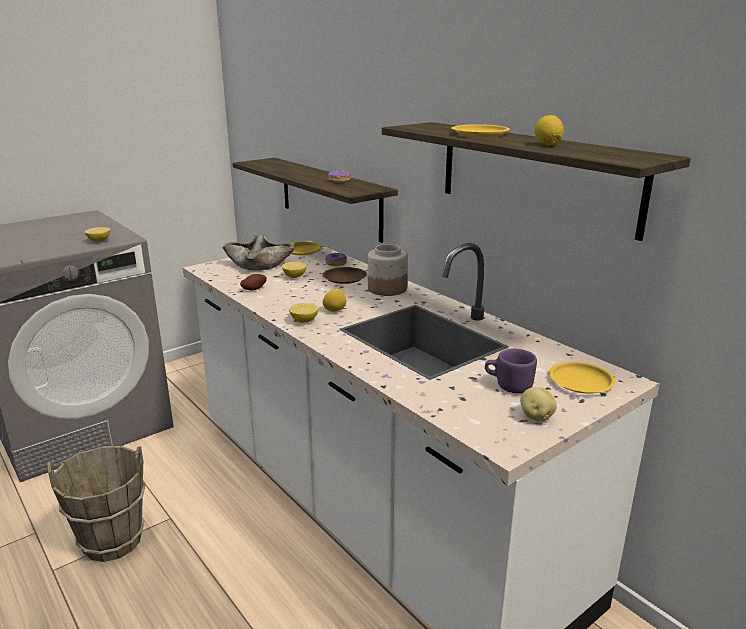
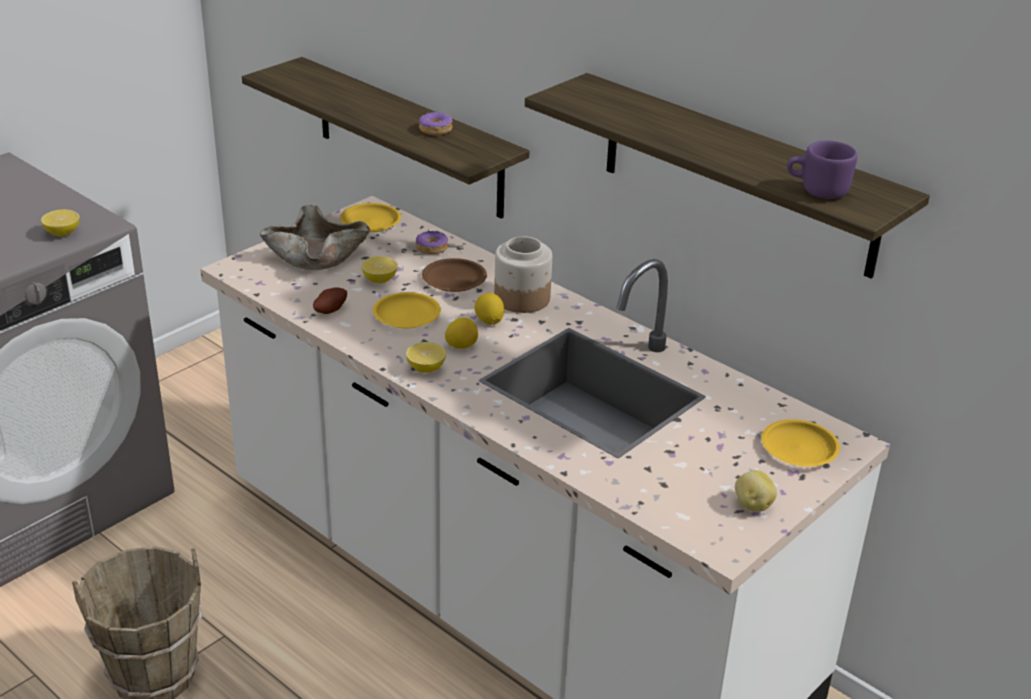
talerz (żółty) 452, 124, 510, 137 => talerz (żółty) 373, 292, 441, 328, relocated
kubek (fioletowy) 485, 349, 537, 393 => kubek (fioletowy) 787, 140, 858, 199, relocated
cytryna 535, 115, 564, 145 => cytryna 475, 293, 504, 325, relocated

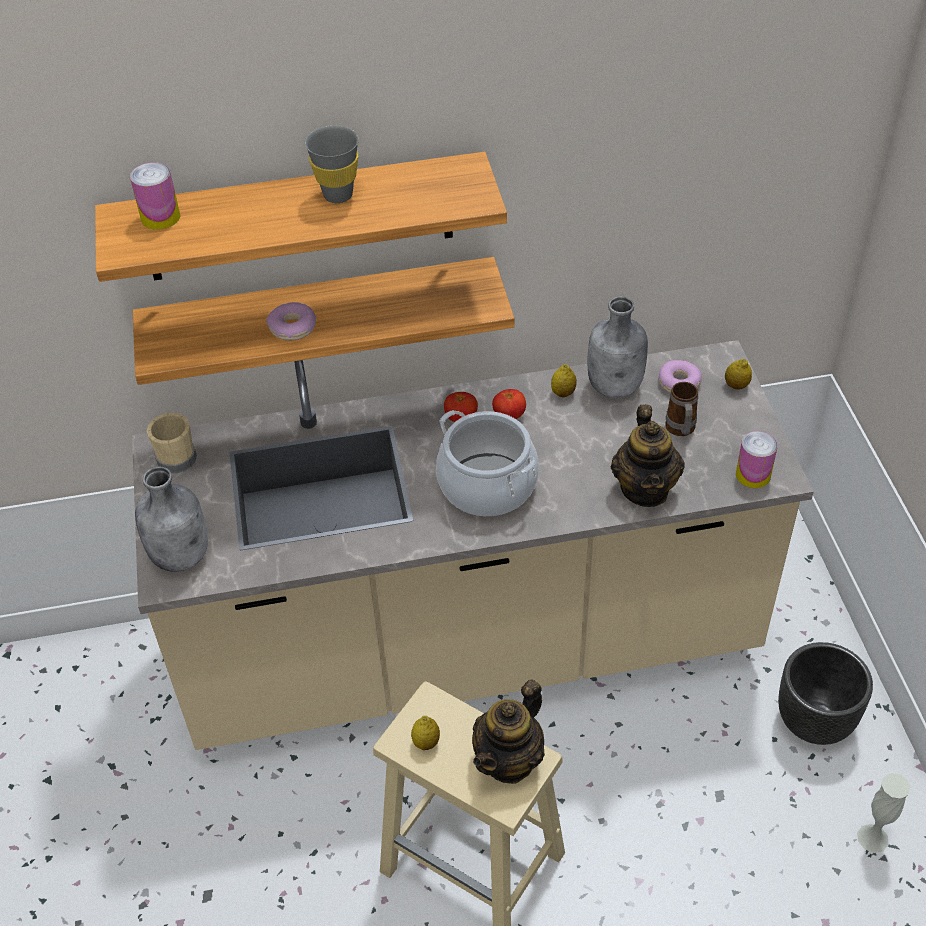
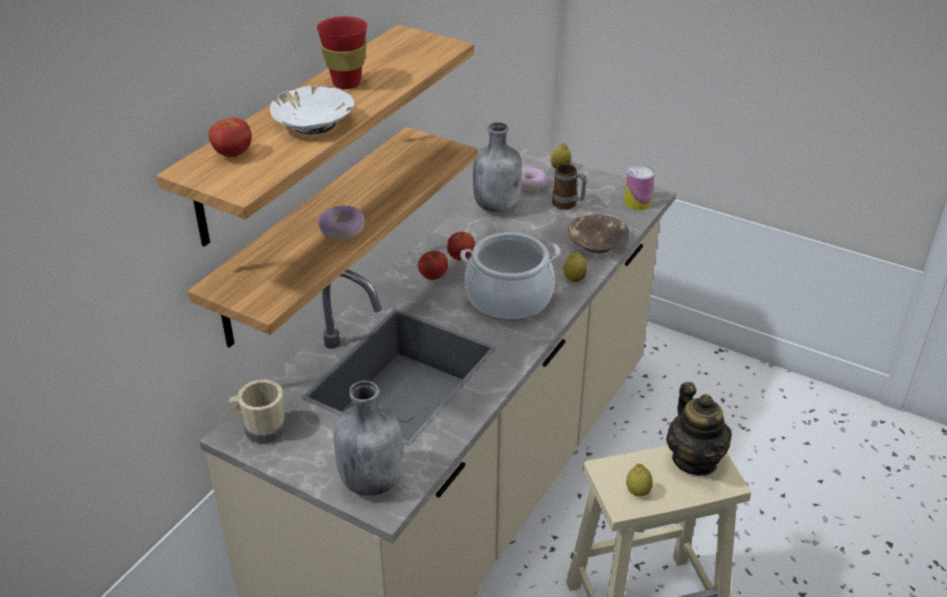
puszka 130, 162, 180, 230 => pomidor 209, 117, 252, 157
filiżanka (szary) 305, 125, 359, 203 => filiżanka (czerwony) 317, 16, 368, 89
cytryna 551, 364, 577, 398 => cytryna 563, 251, 587, 282, relocated
imbryk 611, 405, 685, 507 => miska (brązowy) 568, 214, 629, 253
donica (czarny) 778, 642, 873, 745 => nothing
wazon (biały) 857, 773, 911, 853 => nothing
nothing => miska (biały) 270, 86, 354, 134

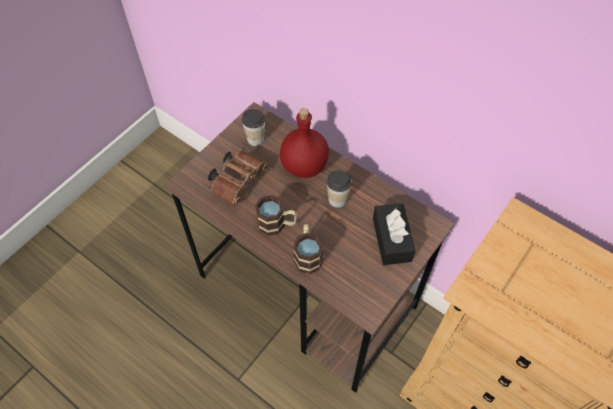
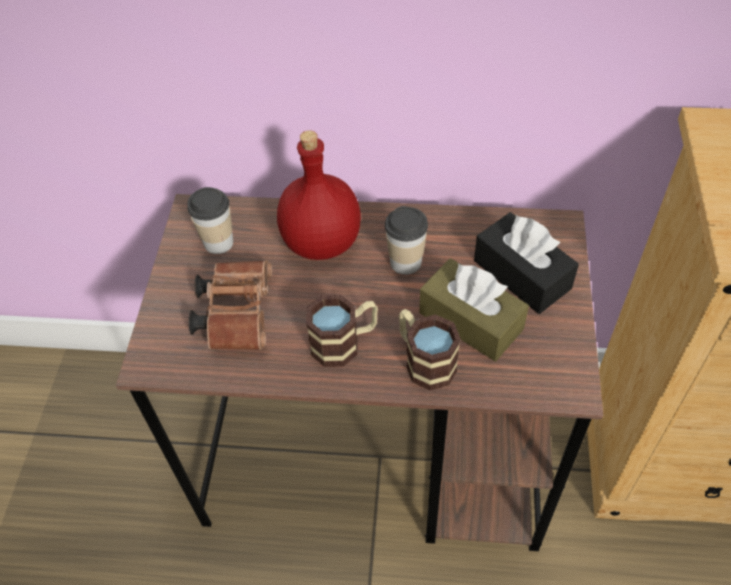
nothing => pudełko chusteczek (brązowy) 419, 258, 529, 361

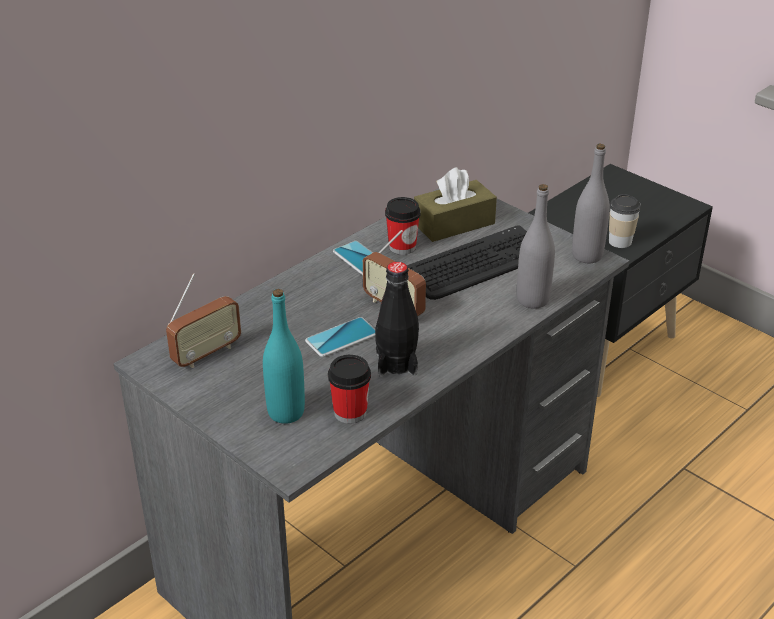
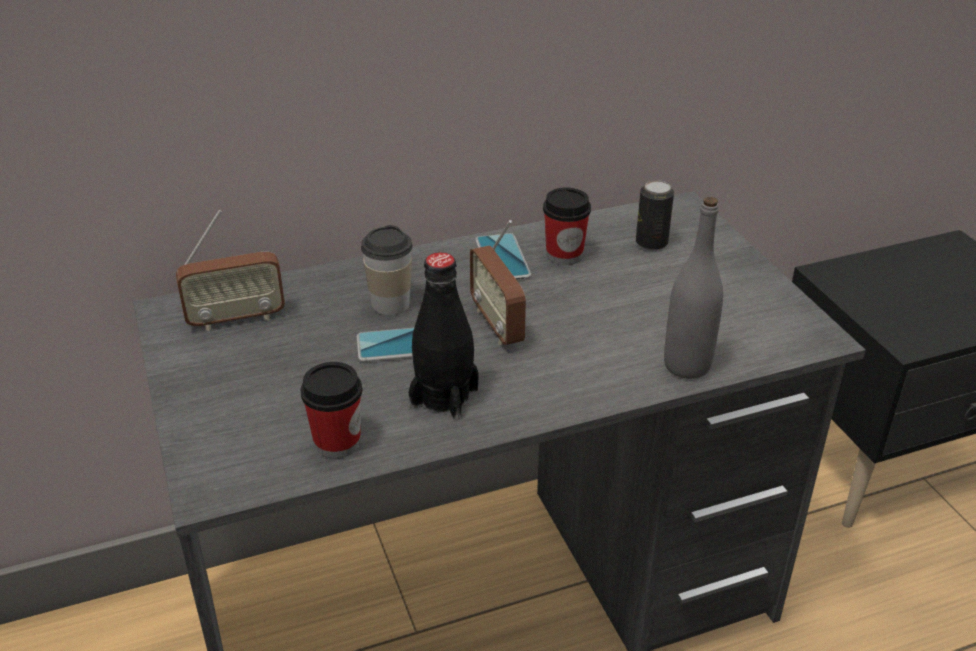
butelka (turkusowy) 263, 289, 305, 424 => nothing
klawiatura 407, 225, 527, 300 => nothing
pudełko chusteczek (brązowy) 414, 167, 497, 242 => puszka 636, 180, 674, 250
butelka (szary) 572, 144, 610, 263 => nothing
filiżanka 609, 194, 641, 248 => filiżanka 361, 225, 412, 315, relocated

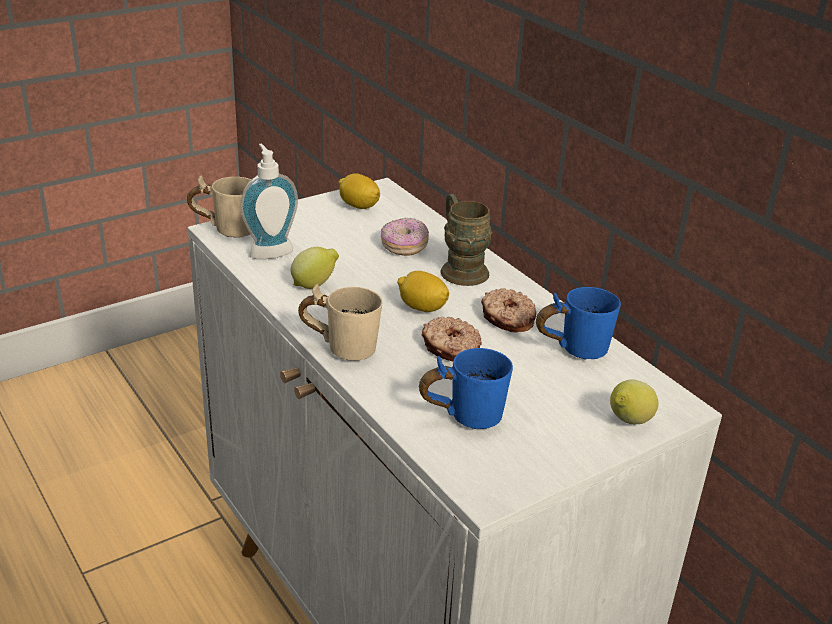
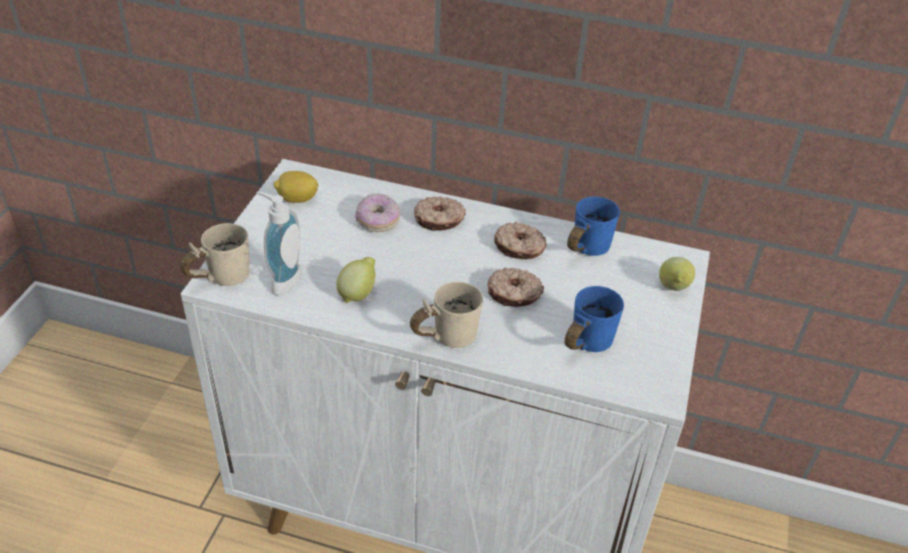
cytryna 397, 271, 449, 312 => nothing
kubek (brązowy) 441, 194, 493, 286 => donut 414, 196, 466, 231

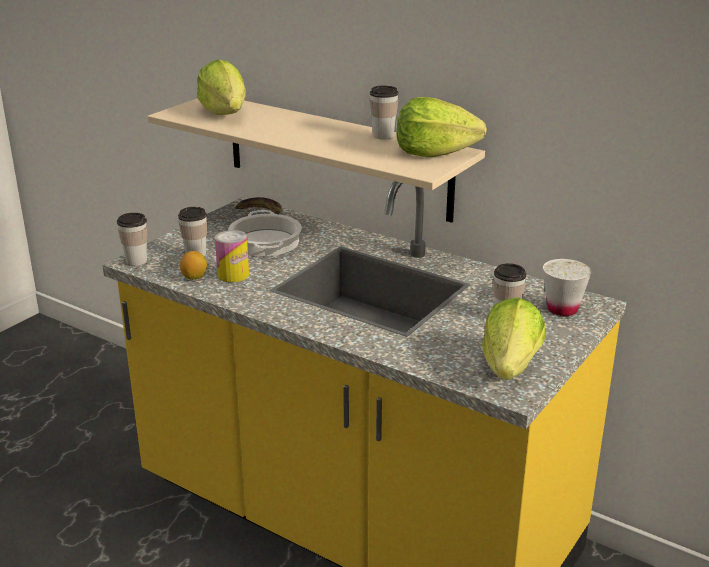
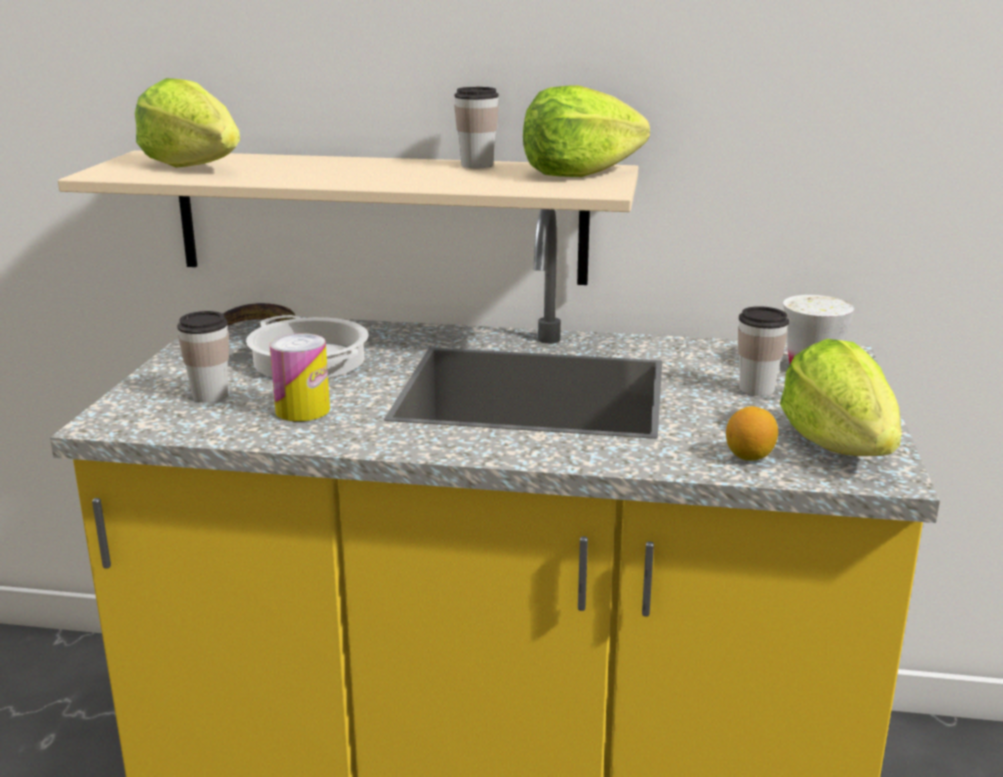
filiżanka 117, 213, 147, 266 => nothing
cytryna 180, 251, 207, 280 => cytryna 726, 406, 778, 461, relocated

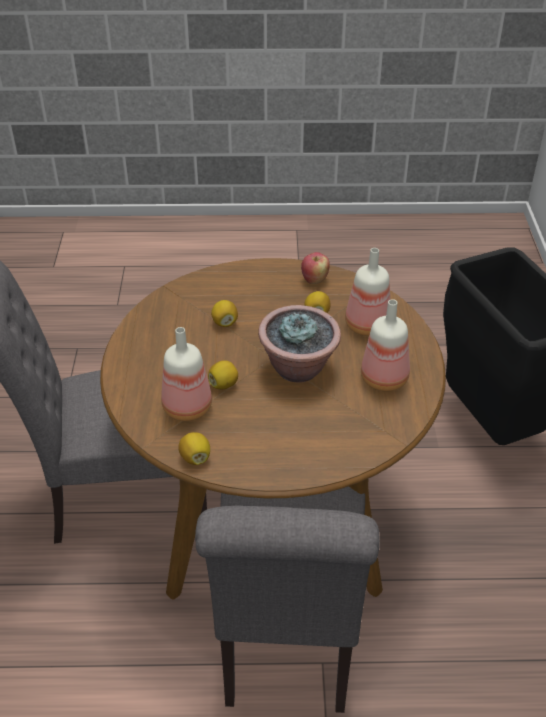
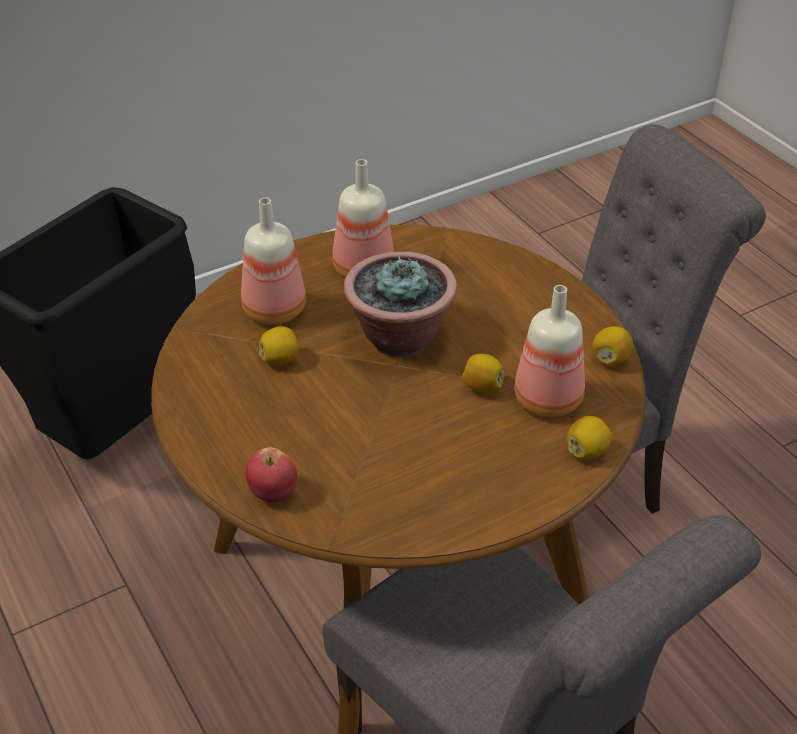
cytryna 211, 300, 238, 327 => cytryna 566, 416, 612, 460, relocated
jabłko 301, 252, 330, 284 => jabłko 246, 447, 297, 503, relocated

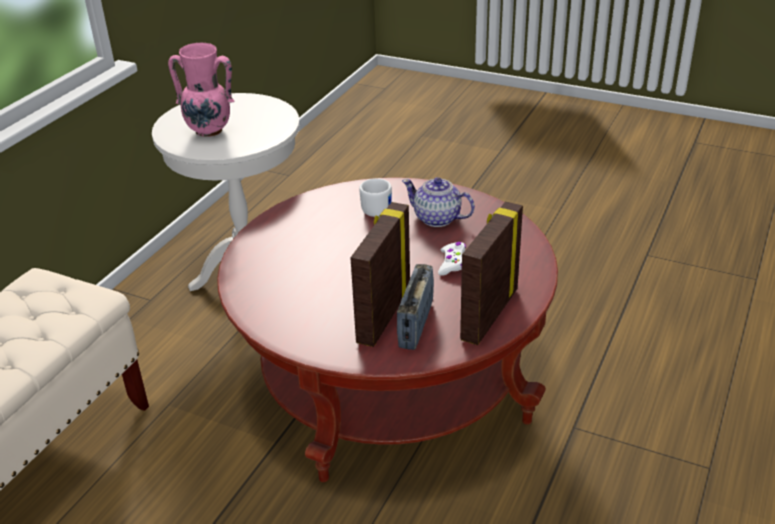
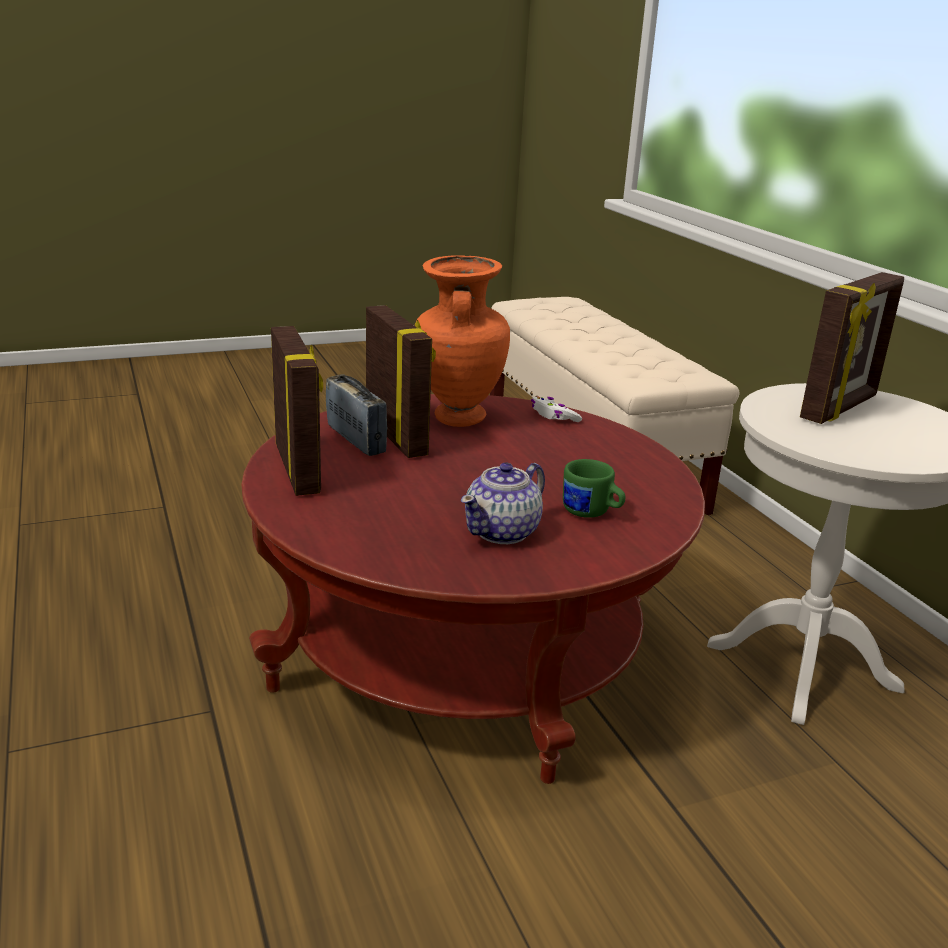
wazon (różowy) 168, 43, 234, 137 => ramka na zdjęcie 800, 272, 904, 424
kubek (biały) 359, 178, 392, 217 => kubek (zielony) 563, 459, 625, 518
imbryk 402, 177, 475, 227 => imbryk 461, 463, 545, 544, 150 degrees clockwise
pad do gier (biały) 438, 242, 466, 276 => pad do gier (biały) 531, 397, 583, 422, relocated
nothing => wazon (pomarańczowy) 417, 255, 510, 427

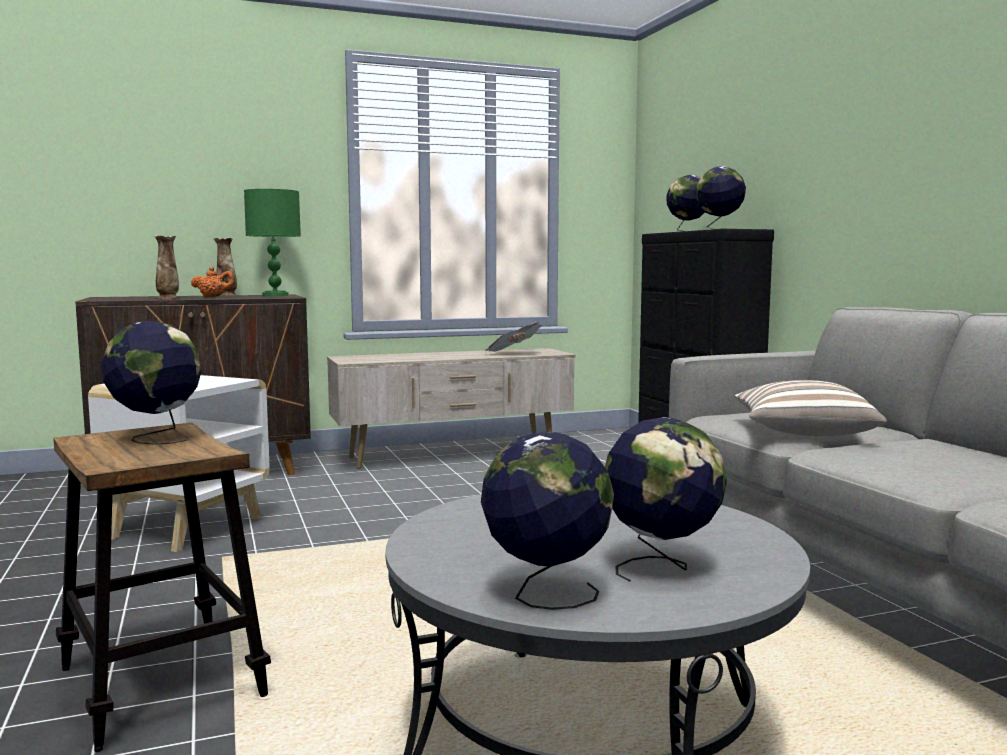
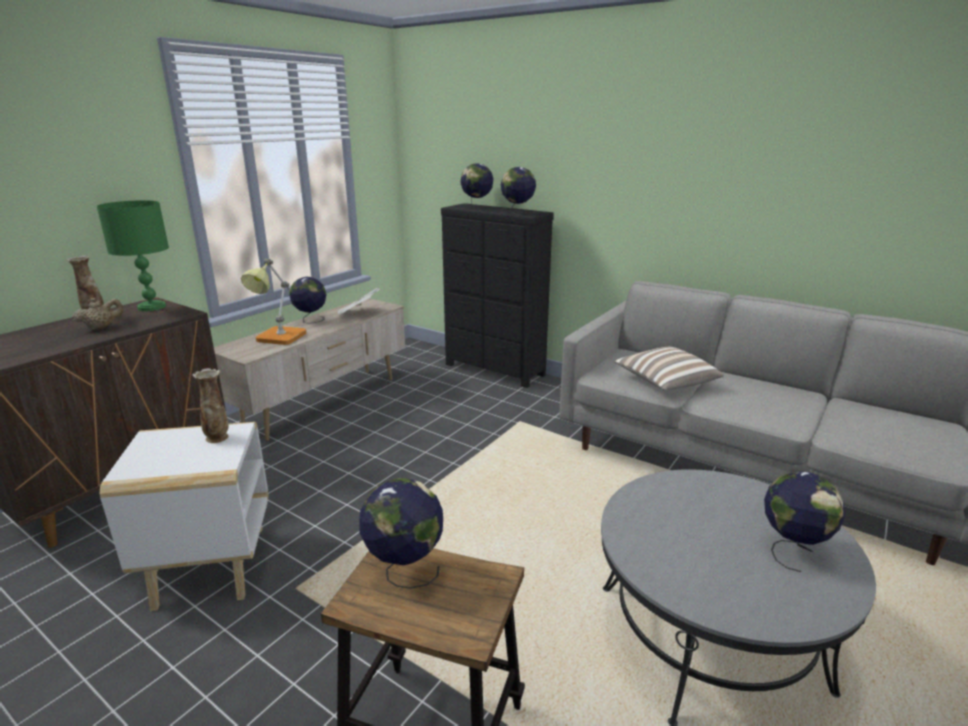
wazon 155, 235, 179, 299 => wazon 193, 368, 229, 443, relocated
imbryk (pomarańczowy) 191, 267, 235, 297 => imbryk (beżowy) 72, 298, 123, 330
globus 481, 432, 614, 610 => globus 289, 277, 326, 324, relocated
nothing => lampa stołowa 241, 259, 306, 345

